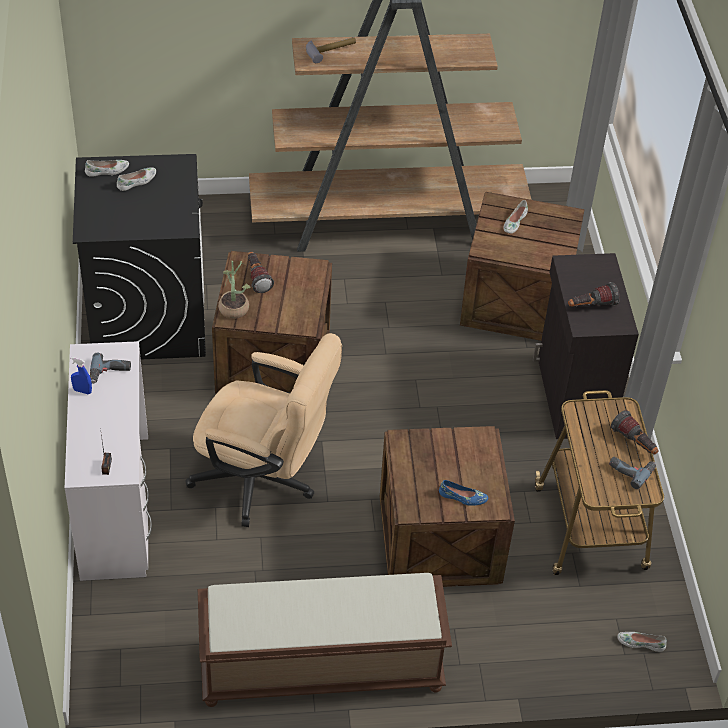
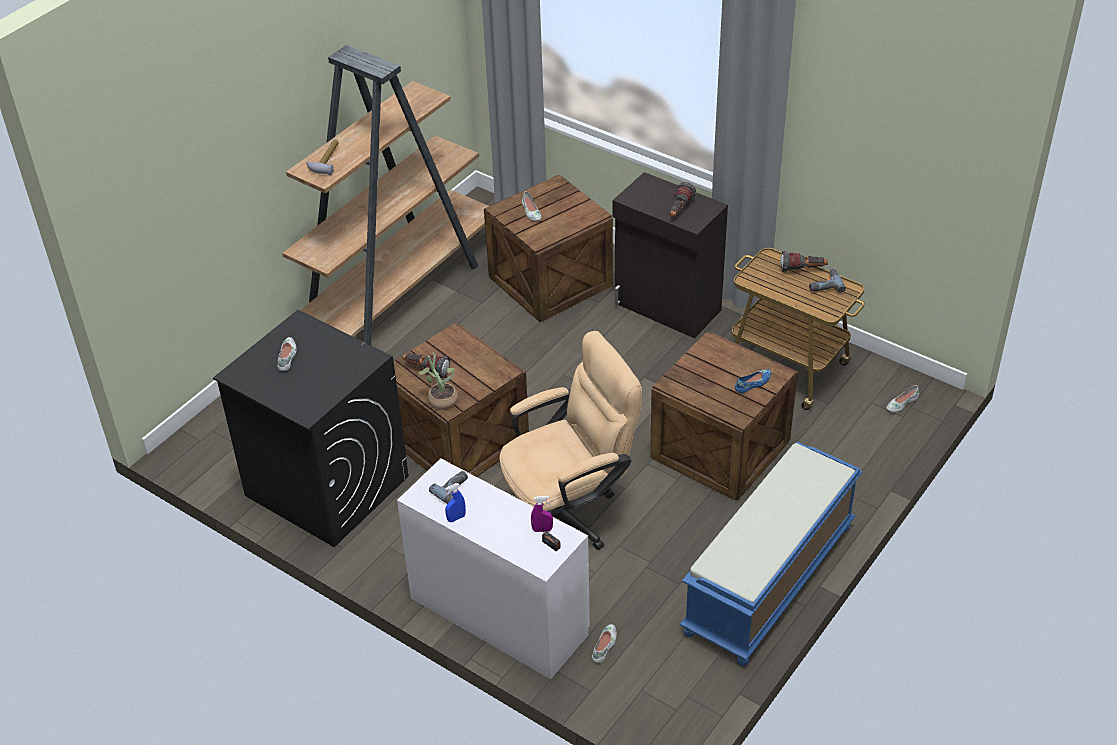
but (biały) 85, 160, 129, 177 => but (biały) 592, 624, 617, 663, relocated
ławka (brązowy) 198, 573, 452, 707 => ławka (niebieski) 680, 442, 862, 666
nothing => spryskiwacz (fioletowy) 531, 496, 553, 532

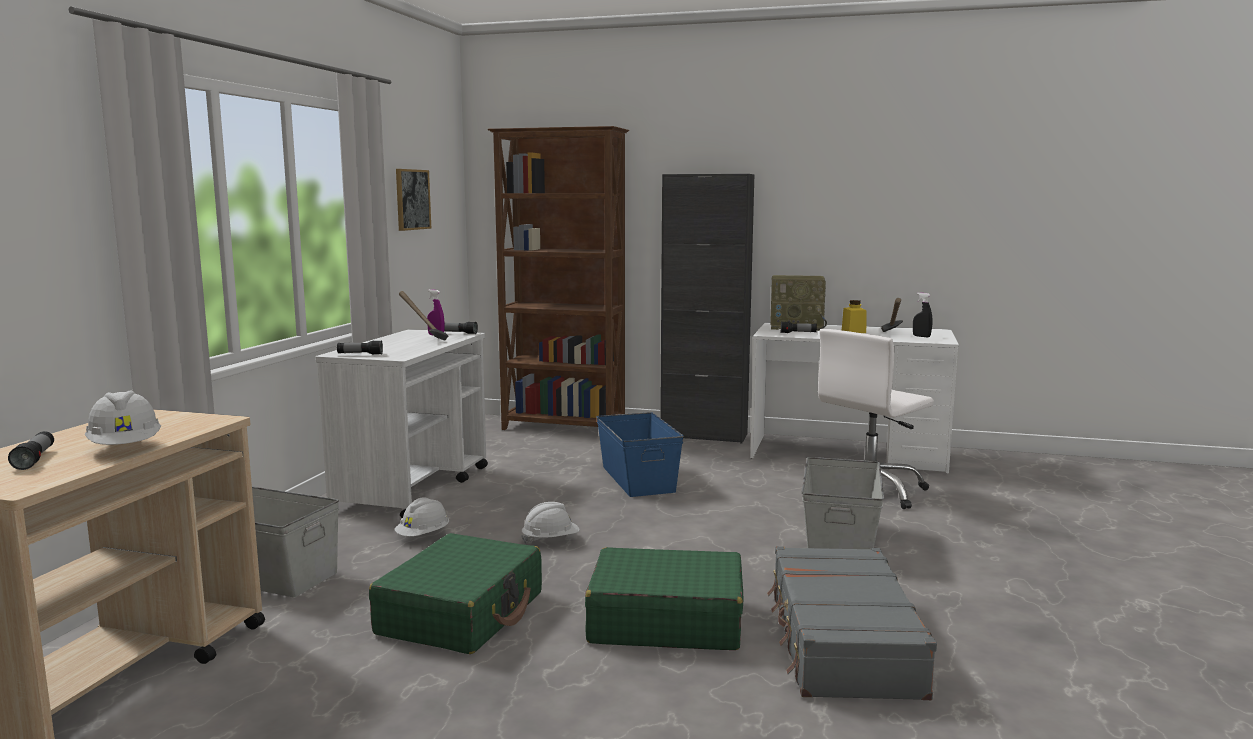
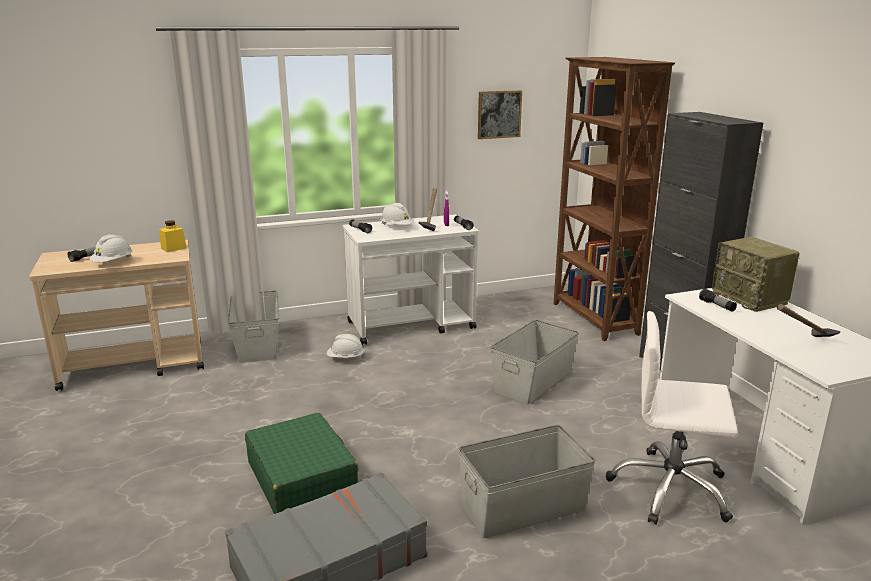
walizka (zielony) 369, 533, 542, 654 => nothing
kask (biały) 521, 502, 579, 544 => kask (biały) 380, 203, 414, 225, relocated
pojemnik do przechowywania (niebieski) 597, 412, 684, 497 => pojemnik do przechowywania (szary) 490, 320, 579, 405
słoik (żółty) 842, 300, 867, 333 => słoik (żółty) 159, 220, 186, 252, relocated
spryskiwacz (czarny) 913, 293, 932, 337 => nothing

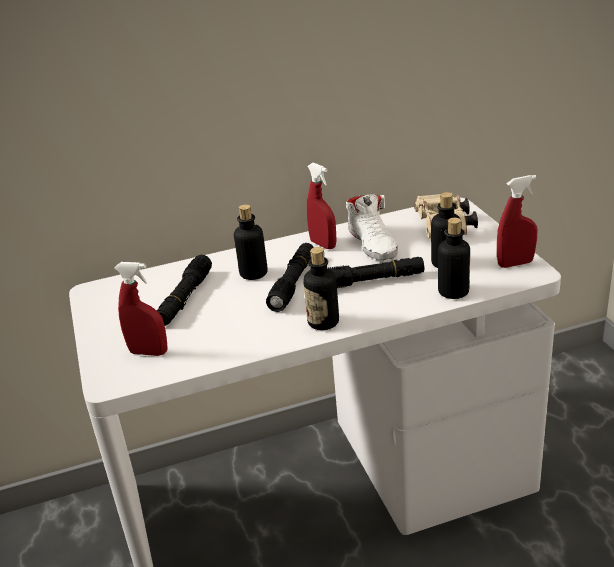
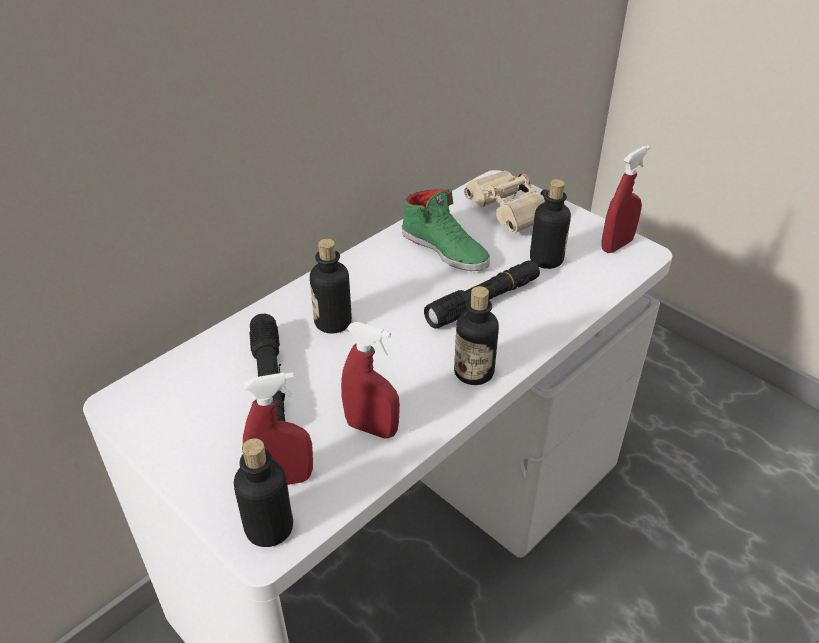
latarka (czarny) 266, 243, 314, 312 => nothing
spryskiwacz (czerwony) 307, 163, 336, 249 => spryskiwacz (czerwony) 341, 322, 400, 439, relocated
but (biały) 346, 195, 398, 260 => but (zielony) 402, 188, 490, 271
butelka 438, 218, 470, 299 => butelka 234, 439, 293, 547, relocated

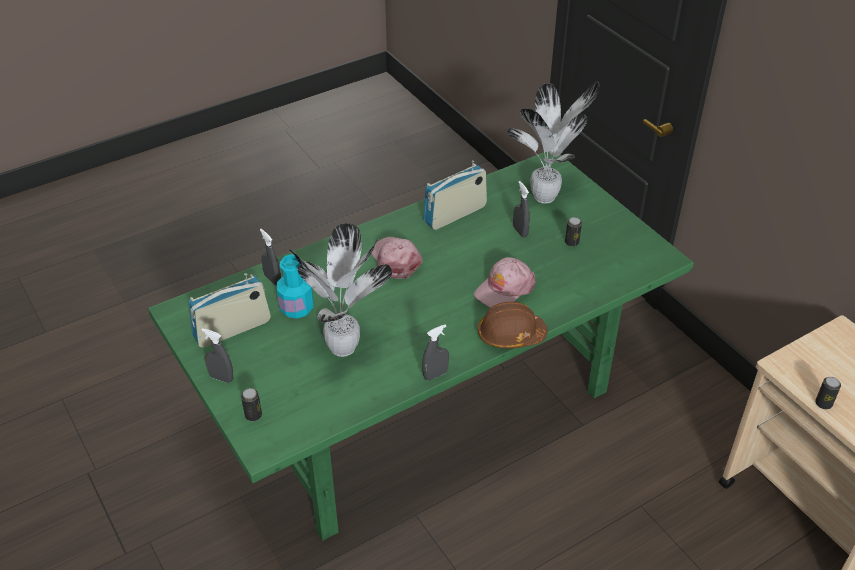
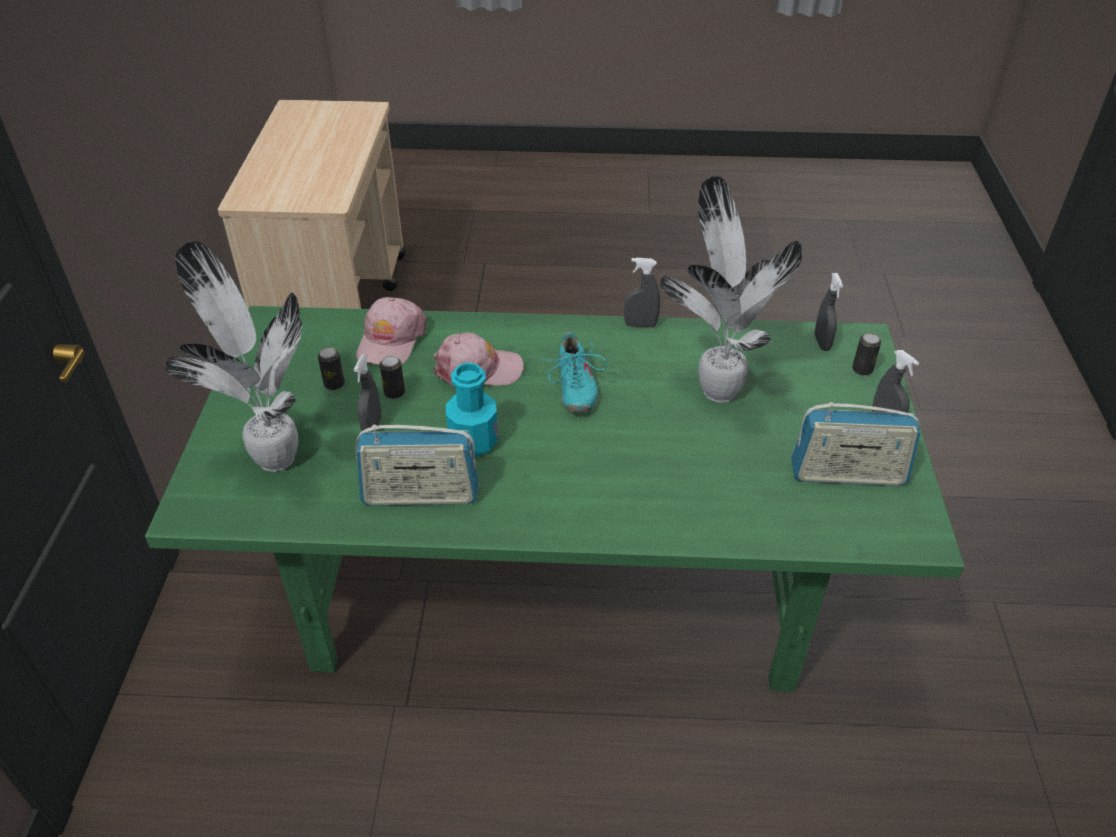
spryskiwacz (szary) 260, 229, 281, 286 => spryskiwacz (szary) 814, 273, 843, 351, relocated
butelka (turkusowy) 277, 254, 313, 319 => butelka (turkusowy) 446, 362, 498, 457, relocated
czapka z daszkiem (różowy) 372, 237, 423, 279 => czapka z daszkiem (różowy) 356, 297, 427, 365, relocated
kask (brązowy) 478, 302, 548, 348 => nothing
puszka 815, 377, 841, 409 => puszka 379, 356, 405, 399, relocated
nothing => but (turkusowy) 541, 332, 607, 413

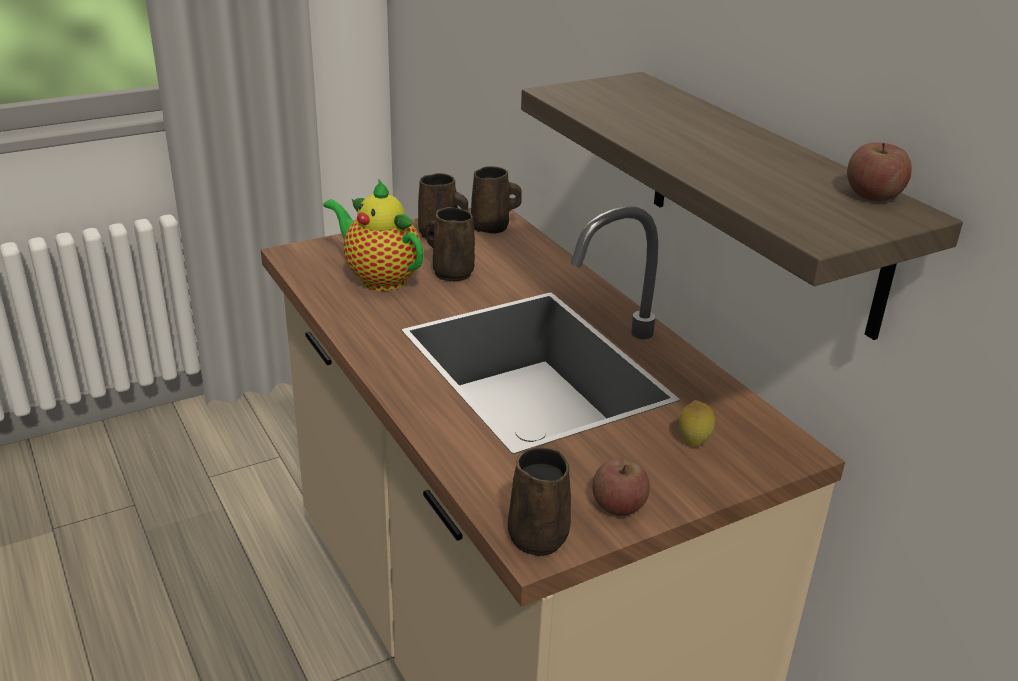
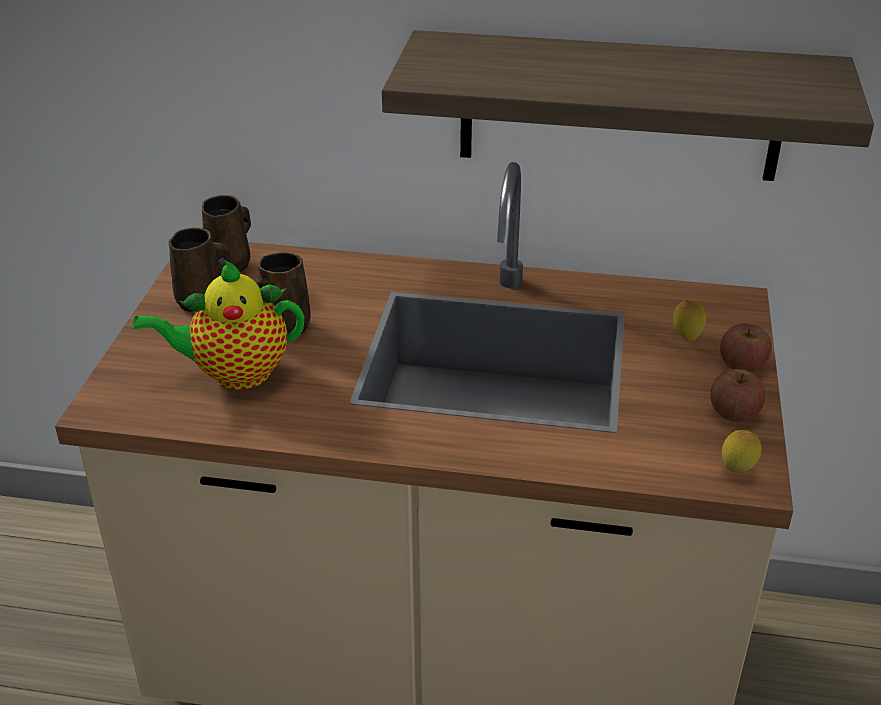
kubek (brązowy) 508, 446, 571, 556 => cytryna 722, 430, 761, 473
jabłko 847, 143, 912, 201 => jabłko 720, 323, 772, 372, relocated

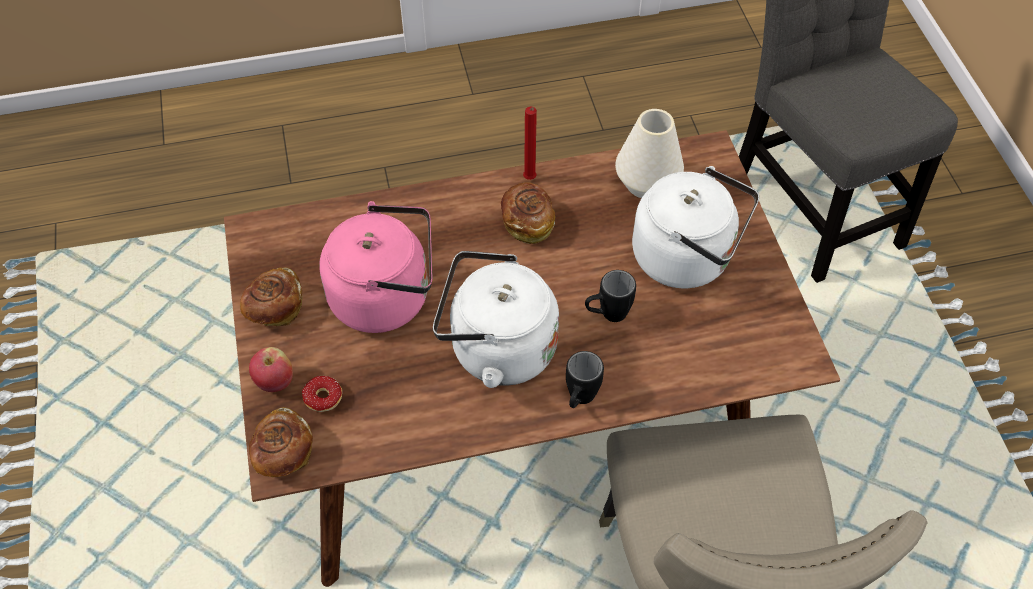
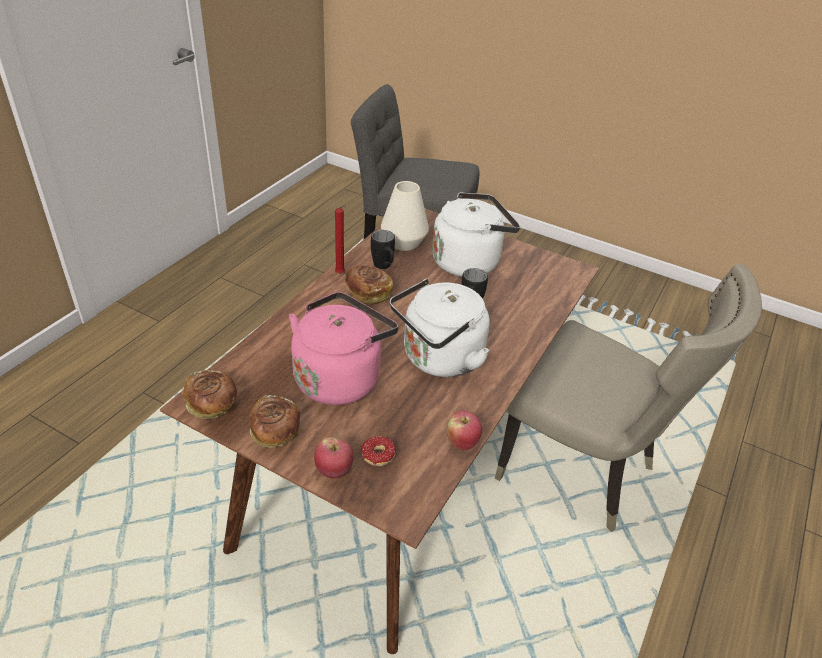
chleb 249, 407, 313, 477 => chleb 184, 370, 237, 419, relocated
kubek (czarny) 566, 351, 604, 408 => kubek (czarny) 371, 230, 395, 269, relocated
nothing => jabłko 446, 410, 482, 450

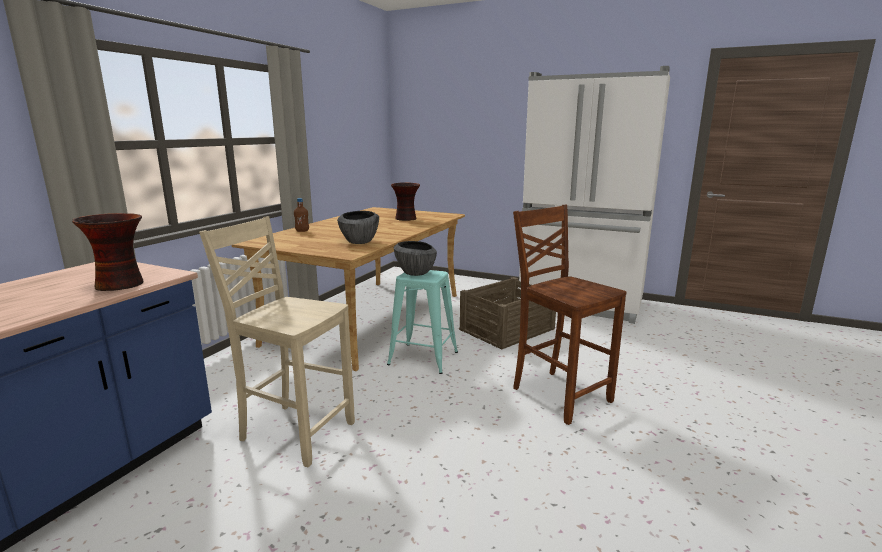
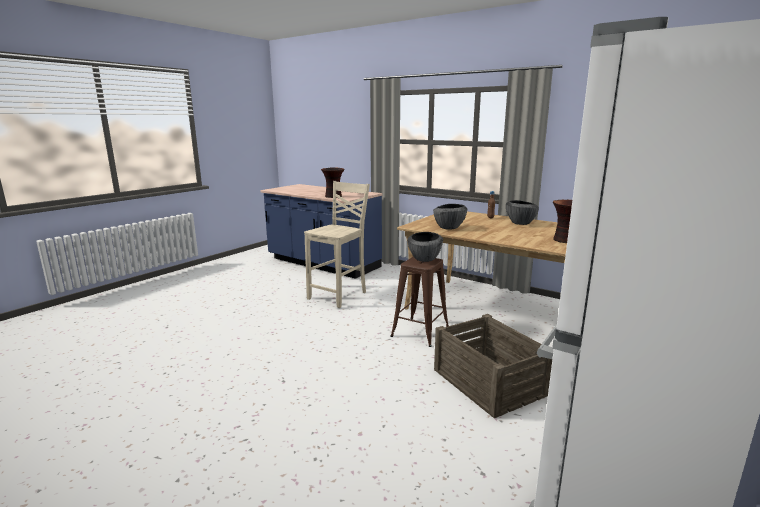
stołek (turkusowy) 387, 270, 458, 374 => stołek (brązowy) 390, 256, 449, 347
krzesło (brązowy) 513, 205, 626, 425 => nothing
nothing => miska 506, 200, 539, 225

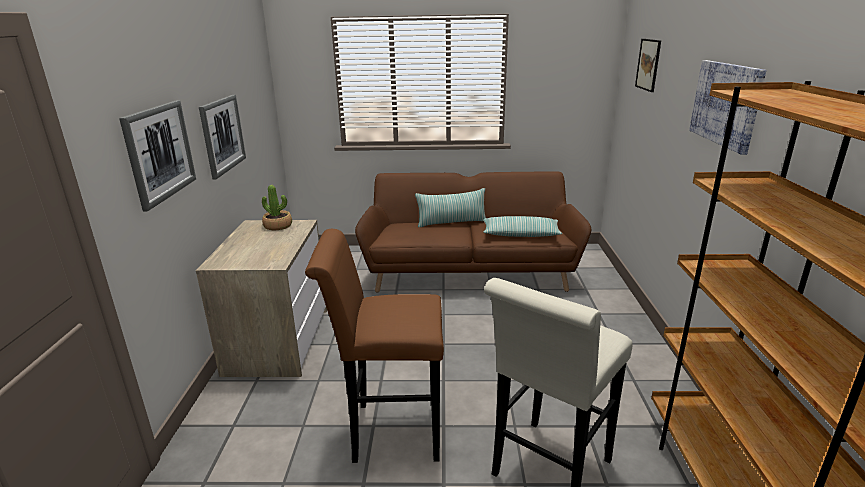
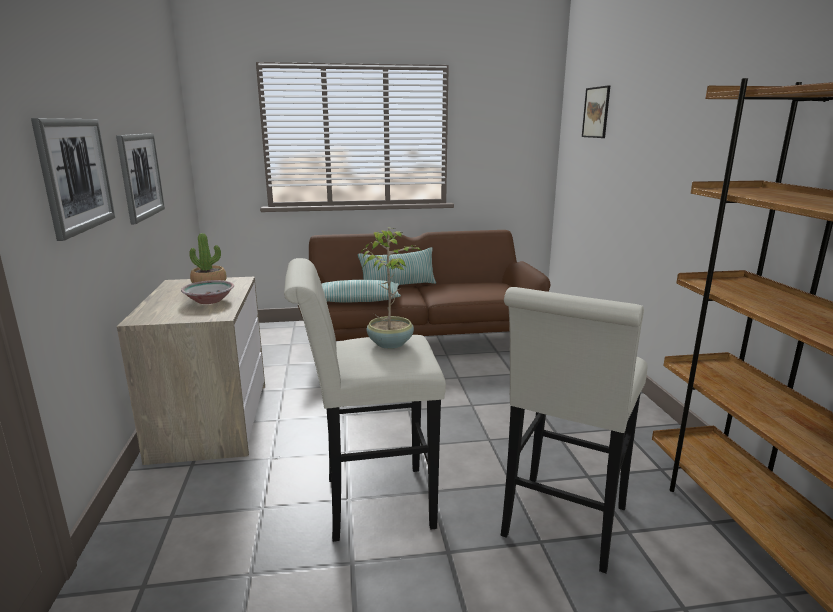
stołek (brązowy) 305, 229, 444, 463 => stołek (biały) 284, 258, 446, 542
poduszka 483, 216, 562, 237 => poduszka 322, 280, 401, 303, relocated
obraz 689, 60, 766, 155 => nothing
nothing => miska 181, 280, 234, 304
nothing => roślina doniczkowa 361, 227, 422, 349

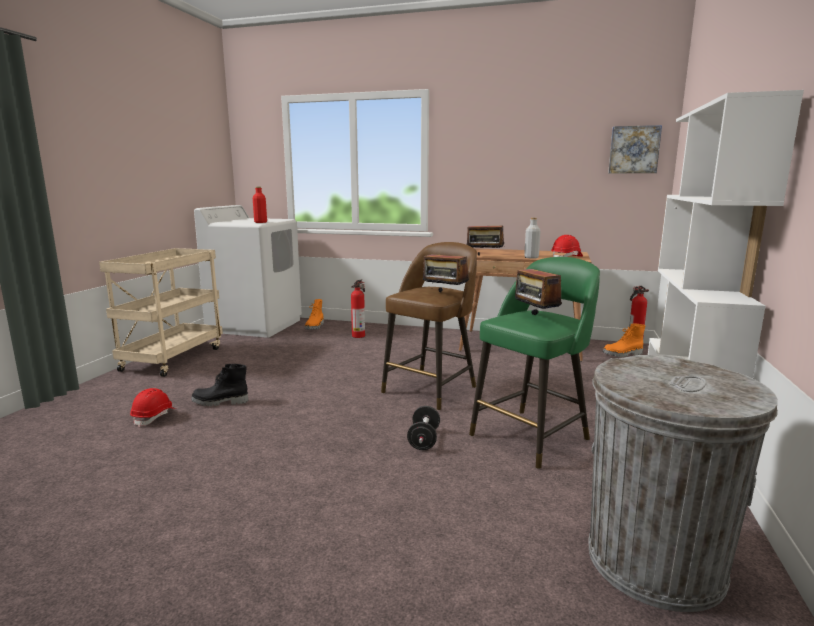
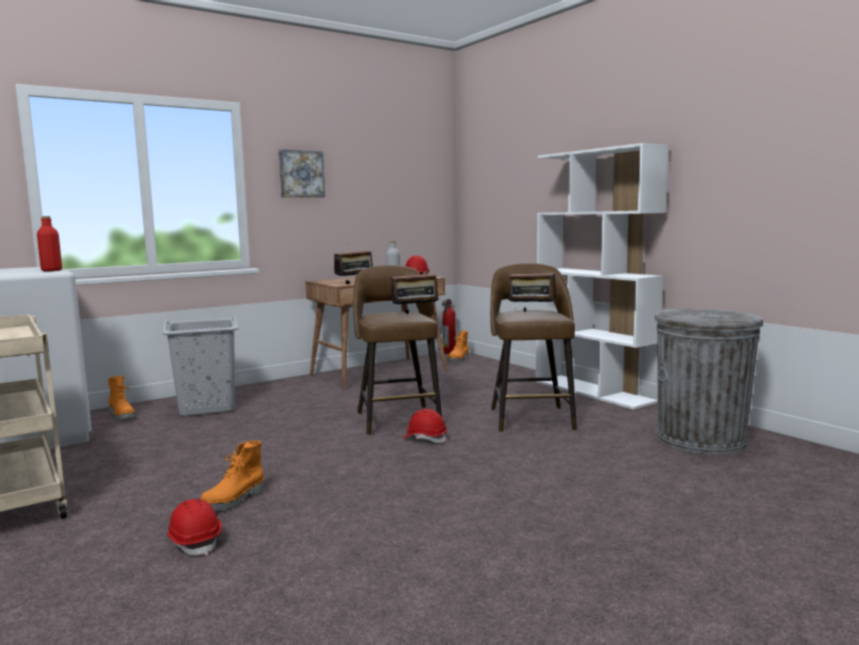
but z cholewką (czarny) 191, 364, 248, 406 => but z cholewką (pomarańczowy) 200, 440, 265, 511
gaśnica 351, 279, 365, 338 => kosz na pranie (szary) 162, 316, 238, 417
hantel (czarny) 407, 406, 440, 450 => nothing
stołek (zielony) 469, 257, 600, 469 => stołek (brązowy) 490, 263, 577, 432
obraz 608, 125, 662, 173 => obraz 279, 150, 325, 198, relocated
nothing => kask (czerwony) 403, 409, 447, 443

